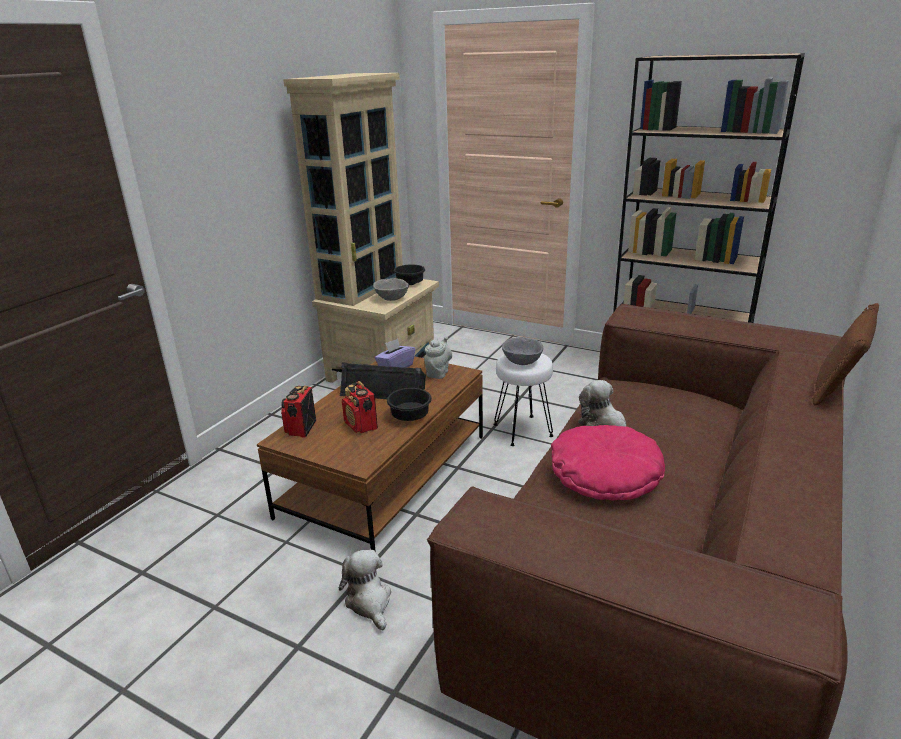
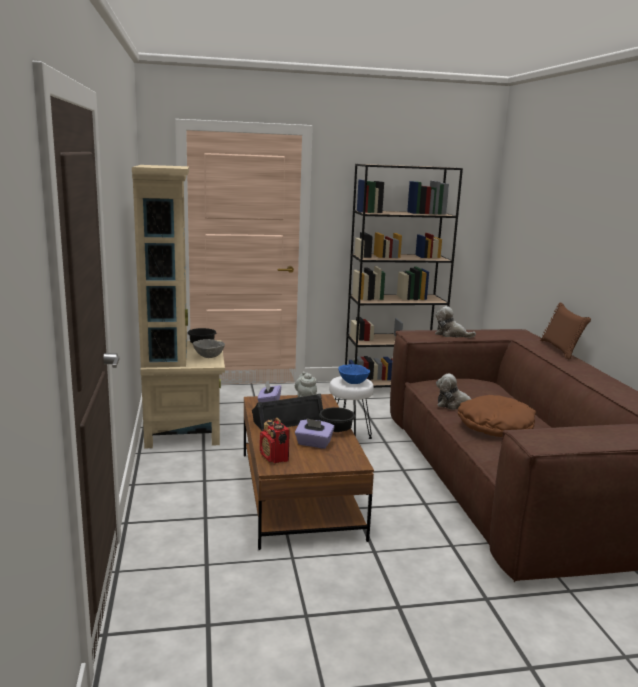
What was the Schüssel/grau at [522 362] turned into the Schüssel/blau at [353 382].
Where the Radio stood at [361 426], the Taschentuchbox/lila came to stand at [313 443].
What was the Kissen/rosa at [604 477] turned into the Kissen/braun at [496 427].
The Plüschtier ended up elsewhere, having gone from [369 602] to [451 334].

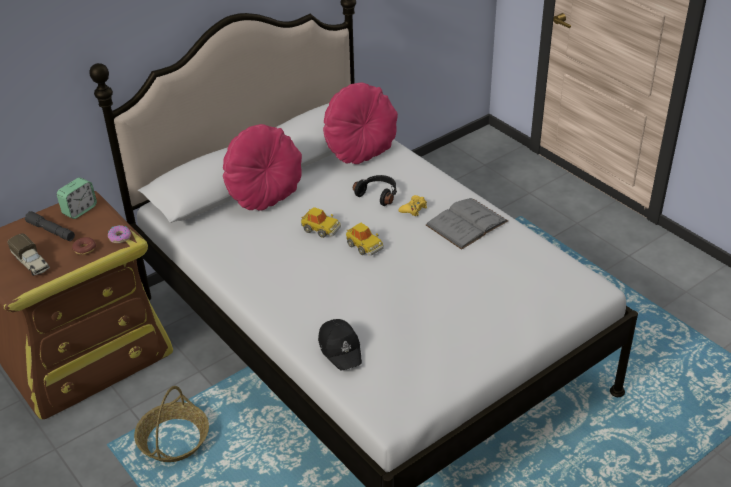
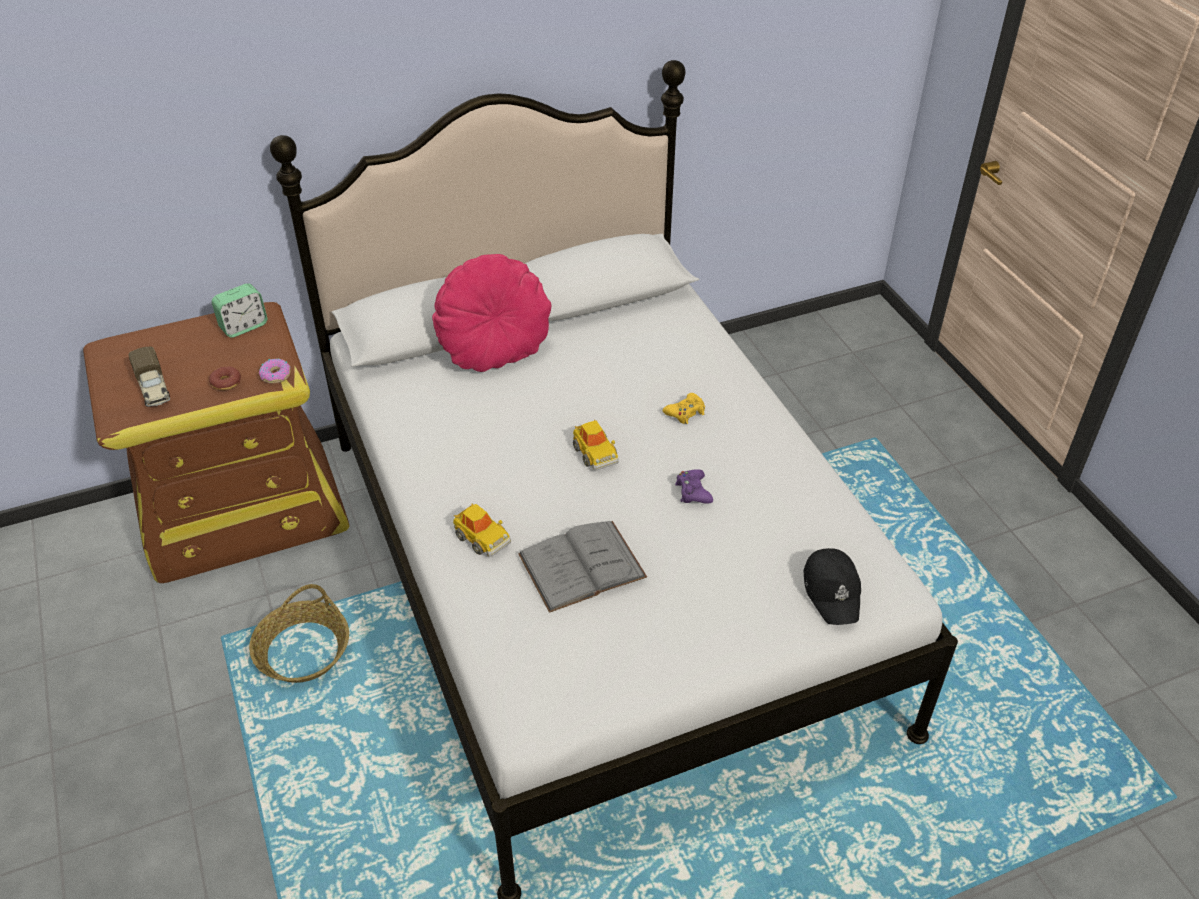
The second view lost the Kissen/rosa at [361 153].
The second view lost the Kopfhörer/schwarz at [378 194].
The Buch/grau ended up elsewhere, having gone from [466 223] to [582 565].
The Spielzeugauto ended up elsewhere, having gone from [320 229] to [482 538].
The second view lost the Taschenlampe/grau at [51 231].
The Kappe/schwarz ended up elsewhere, having gone from [341 348] to [832 591].
The second view gained the Gamepad/lila at [693 491].

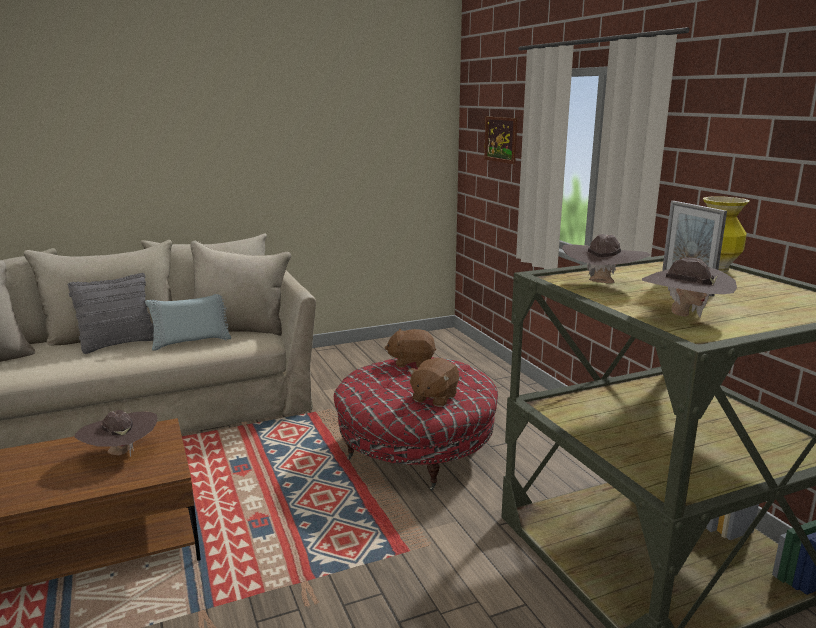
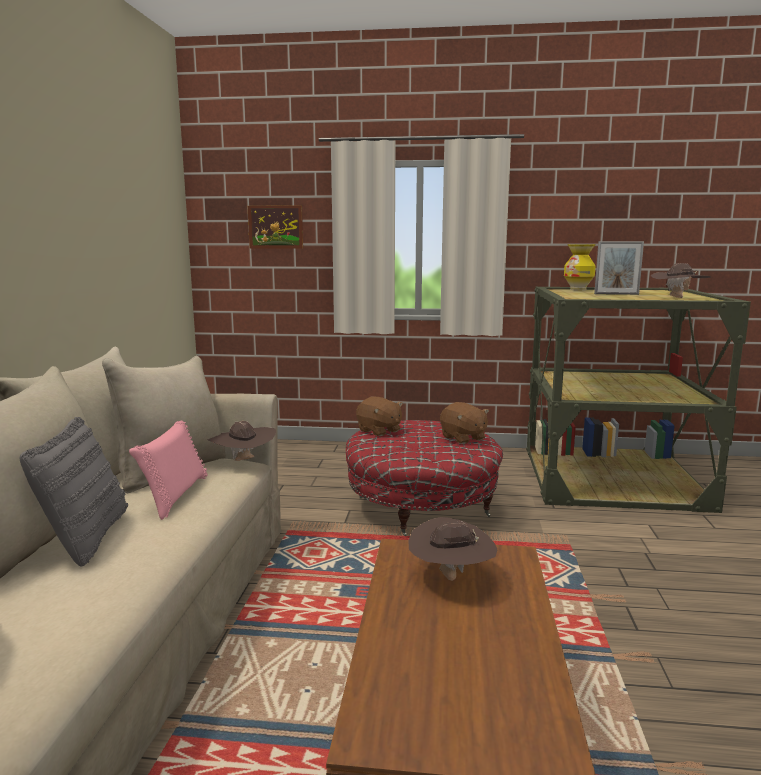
The Hut/braun ended up elsewhere, having gone from [601 285] to [243 461].
What was the Kissen/blau at [191 342] turned into the Kissen/rosa at [175 496].
The Plüschtier/braun at [411 362] ended up facing another way, 75 degrees counterclockwise from before.

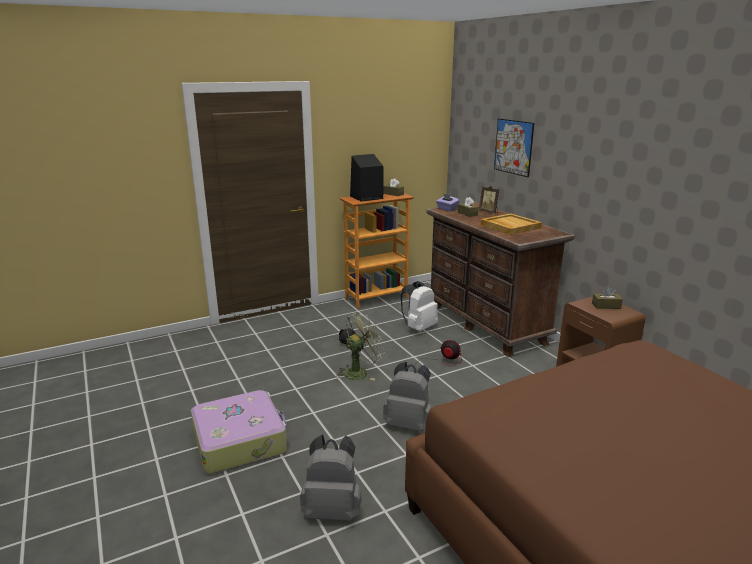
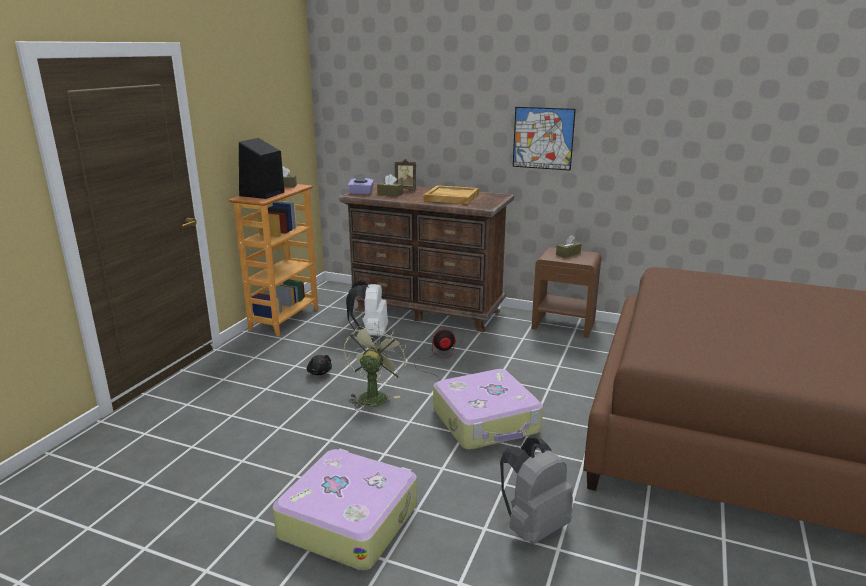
The Bild ended up elsewhere, having gone from [513 147] to [543 138].
Where the Rucksack/grau stood at [409 424], the Koffer came to stand at [487 421].

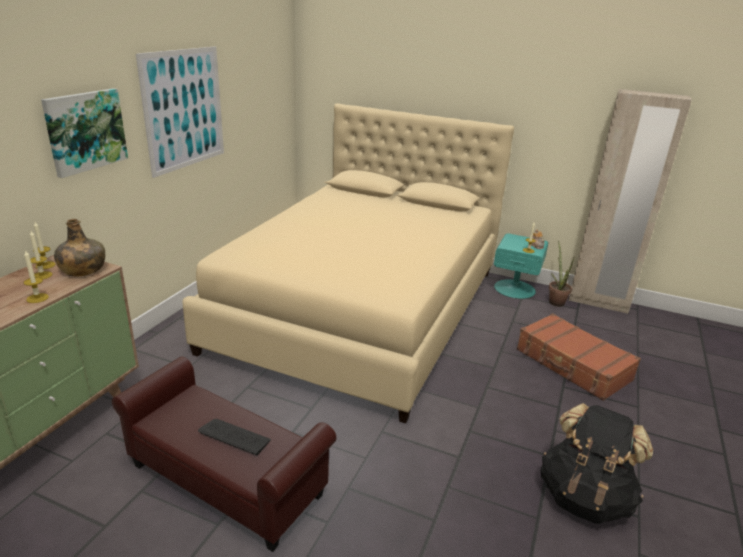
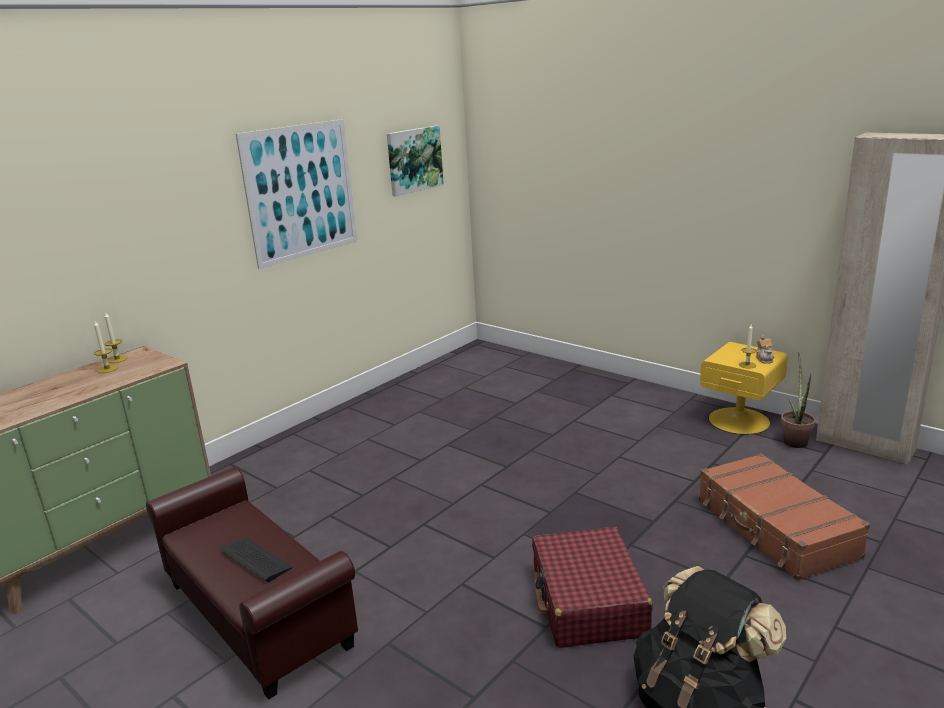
The Bild ended up elsewhere, having gone from [85 131] to [414 160].
The second view lost the Bett/beige at [362 308].
The second view lost the Flasche/grün at [82 270].
What was the Nachttisch/türkis at [514 288] turned into the Nachttisch/gelb at [739 420].
The second view lost the Kerze at [37 298].
The second view gained the Koffer/rot at [588 602].

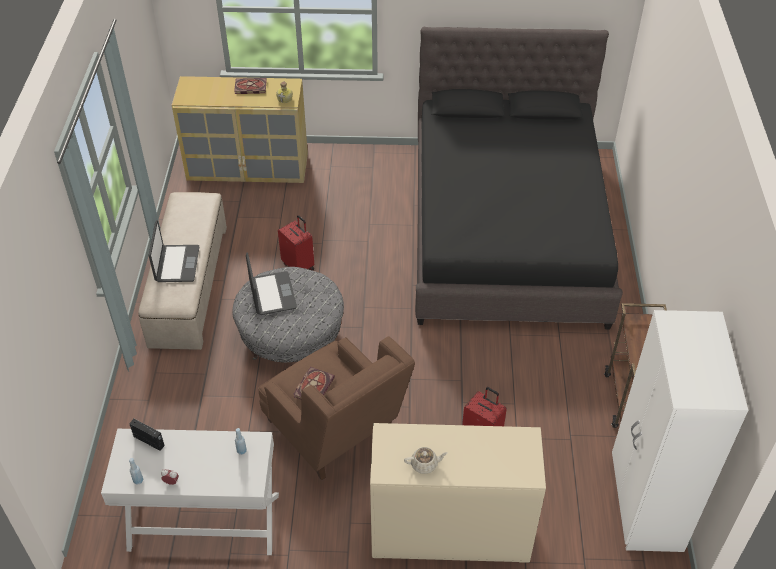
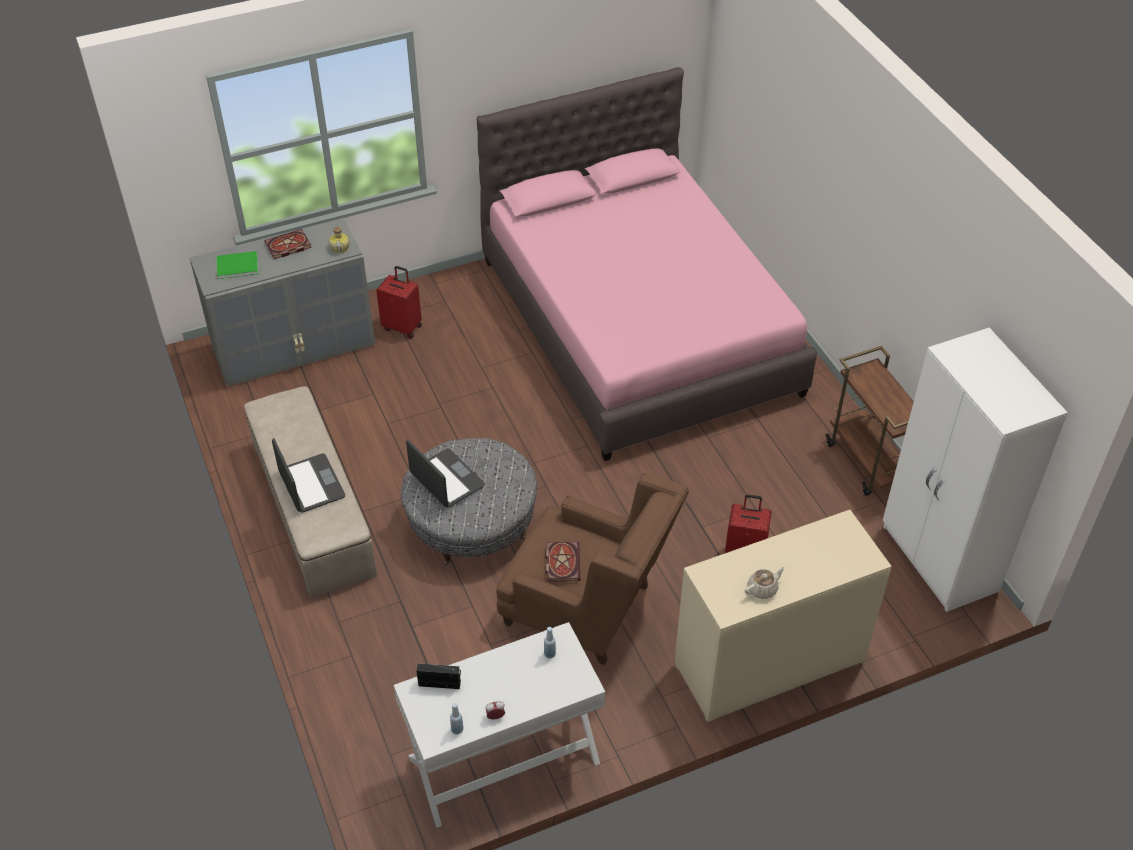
What was the Bett/schwarz at [507 230] turned into the Bett/rosa at [638 325].
What was the Schrank/gelb at [248 167] turned into the Schrank/grau at [295 347].
The Koffer/rot ended up elsewhere, having gone from [299 266] to [403 327].
The second view gained the Buch/grün at [236 265].

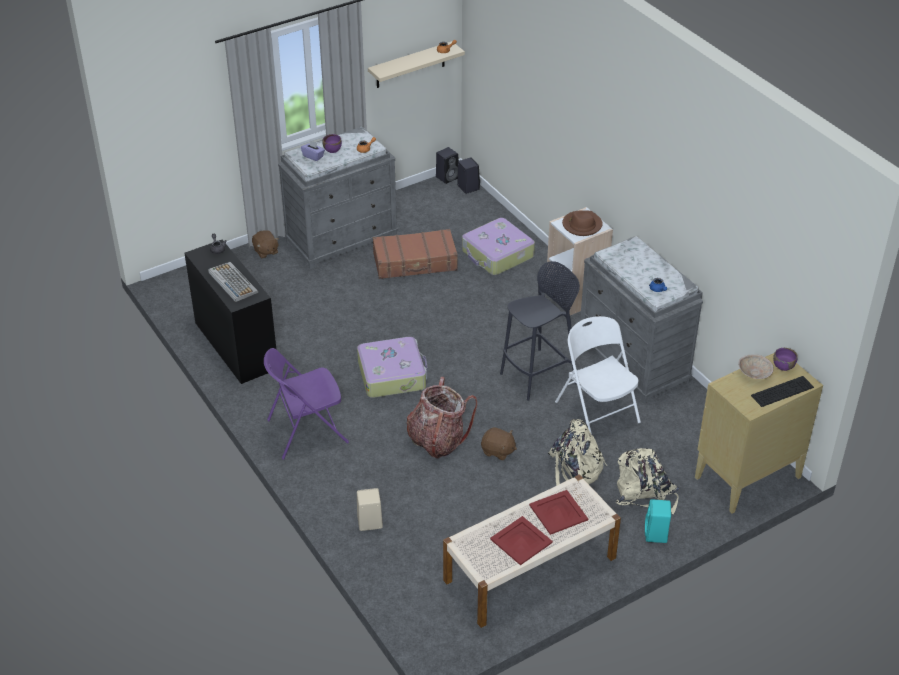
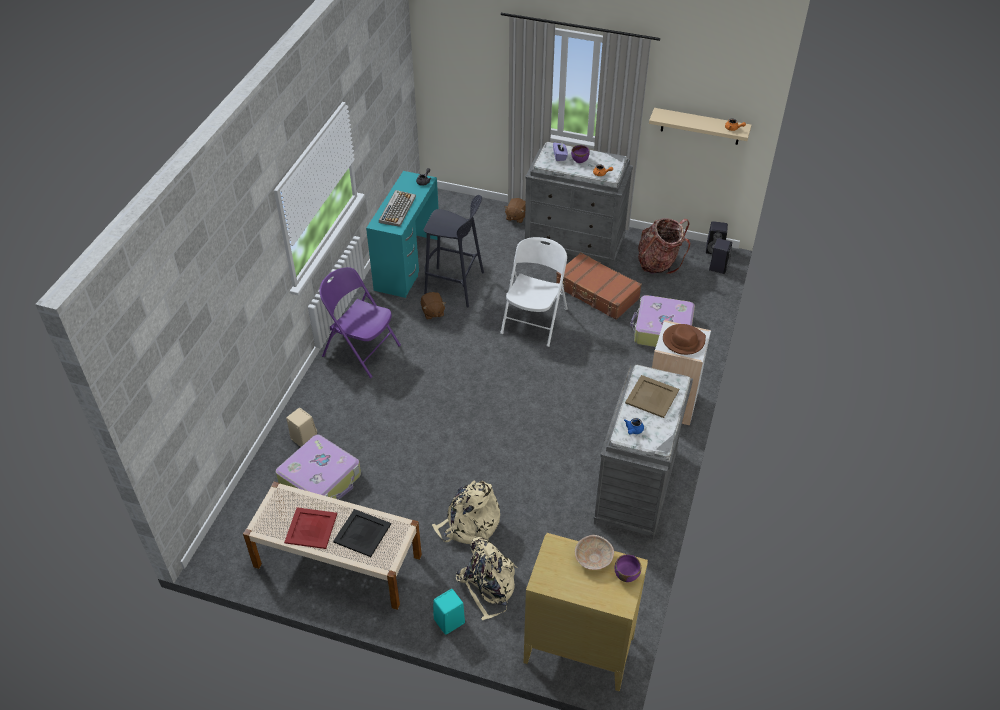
What was the Schreibtisch/schwarz at [235 345] turned into the Schreibtisch/türkis at [407 264].
The Hocker/grau ended up elsewhere, having gone from [538 375] to [455 285].
The Stuhl/weiß ended up elsewhere, having gone from [597 412] to [534 321].
The Koffer ended up elsewhere, having gone from [392 374] to [321 479].
The second view lost the Tastatur at [782 391].
The Rucksack ended up elsewhere, having gone from [437 440] to [659 263].
The Plüschtier/braun ended up elsewhere, having gone from [498 451] to [432 312].
What was the Tablett/rot at [558 513] turned into the Tablett/schwarz at [361 533].
The second view gained the Tablett/beige at [652 396].

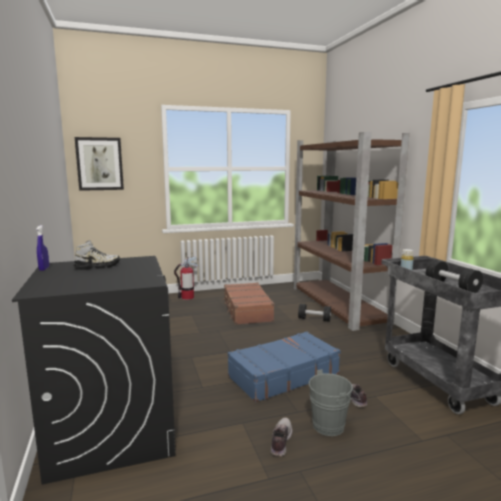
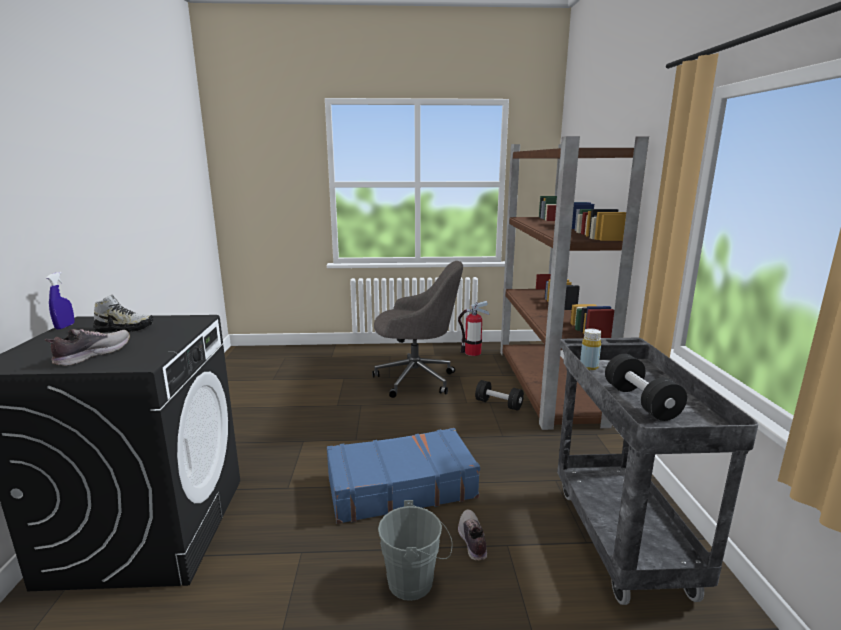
The second view lost the Bild at [100 164].
The Feuerlöscher ended up elsewhere, having gone from [187 297] to [472 352].
Where the Koffer/braun stood at [246 310], the Bürostuhl/grau came to stand at [416 380].
The Schuh ended up elsewhere, having gone from [280 441] to [92 355].

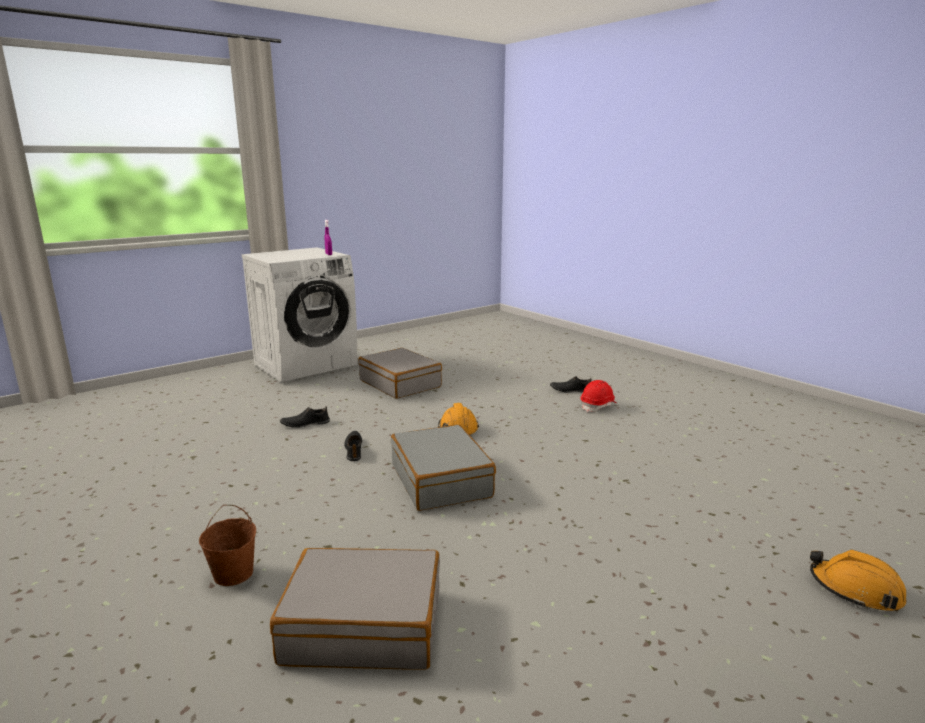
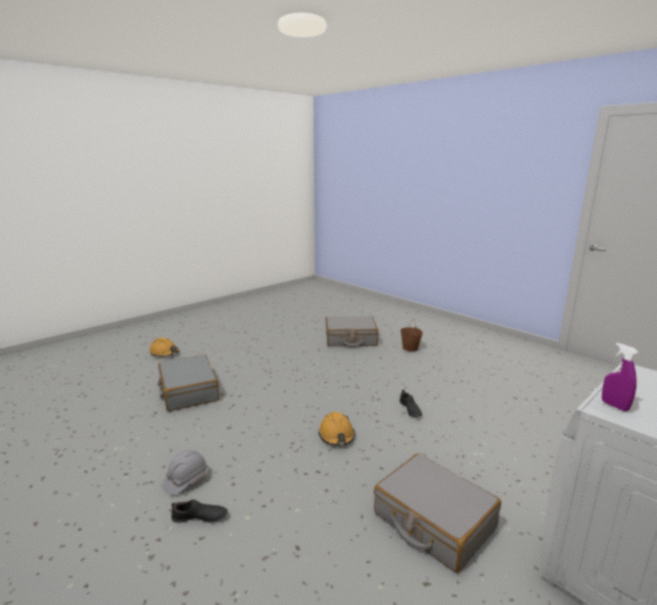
What was the Schutzhelm/rot at [598 406] turned into the Schutzhelm/grau at [186 480].
The second view lost the Schuh/schwarz at [305 424].
The Koffer/grau ended up elsewhere, having gone from [441 480] to [188 391].

